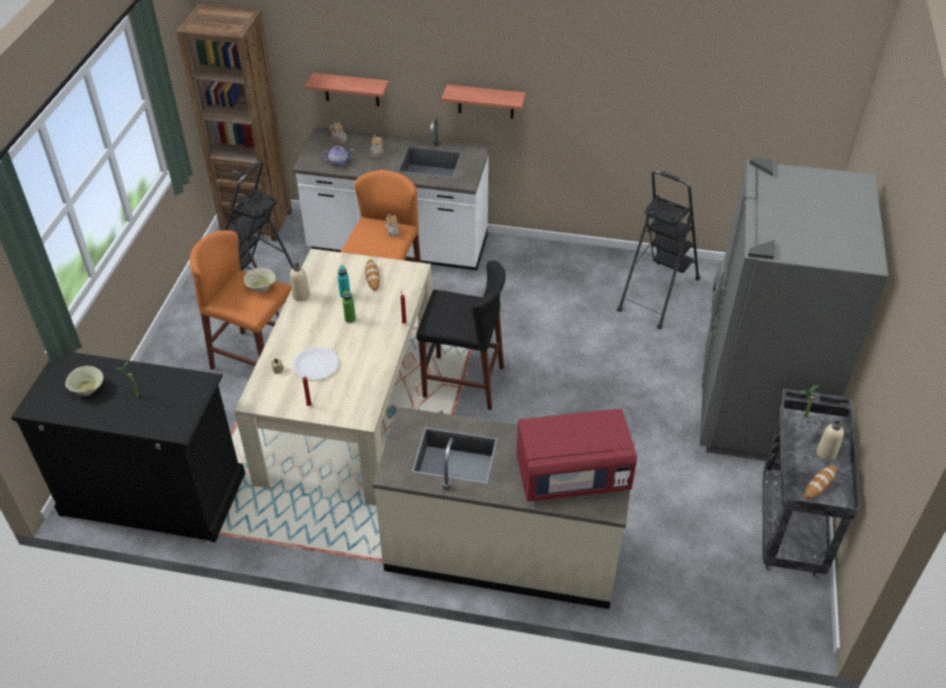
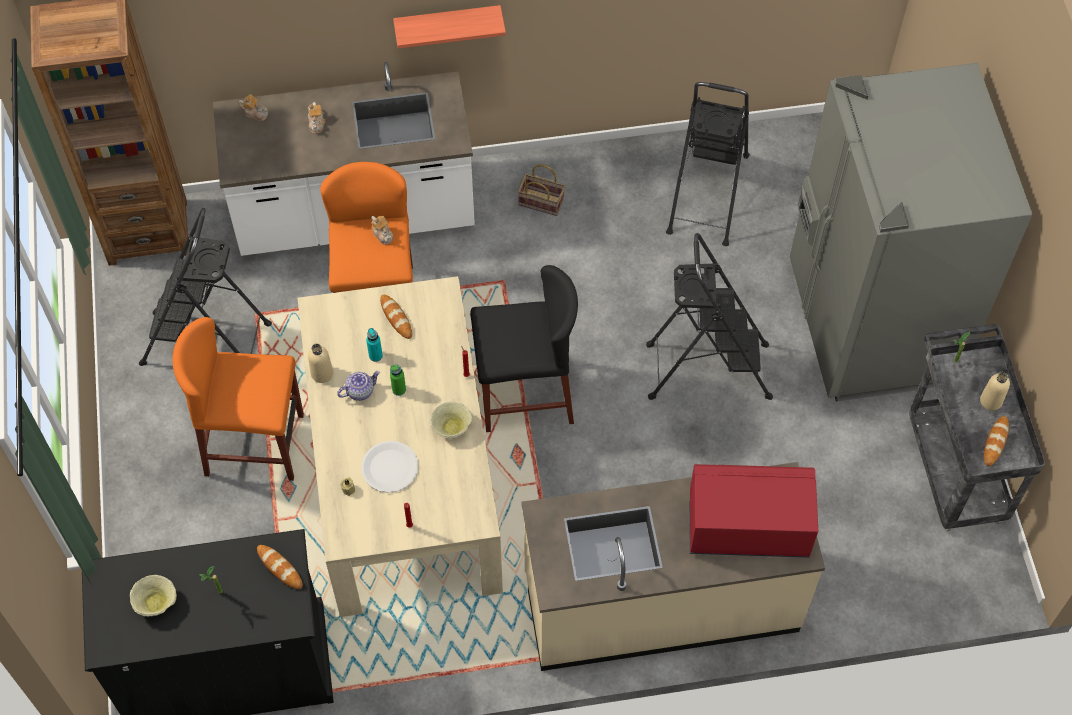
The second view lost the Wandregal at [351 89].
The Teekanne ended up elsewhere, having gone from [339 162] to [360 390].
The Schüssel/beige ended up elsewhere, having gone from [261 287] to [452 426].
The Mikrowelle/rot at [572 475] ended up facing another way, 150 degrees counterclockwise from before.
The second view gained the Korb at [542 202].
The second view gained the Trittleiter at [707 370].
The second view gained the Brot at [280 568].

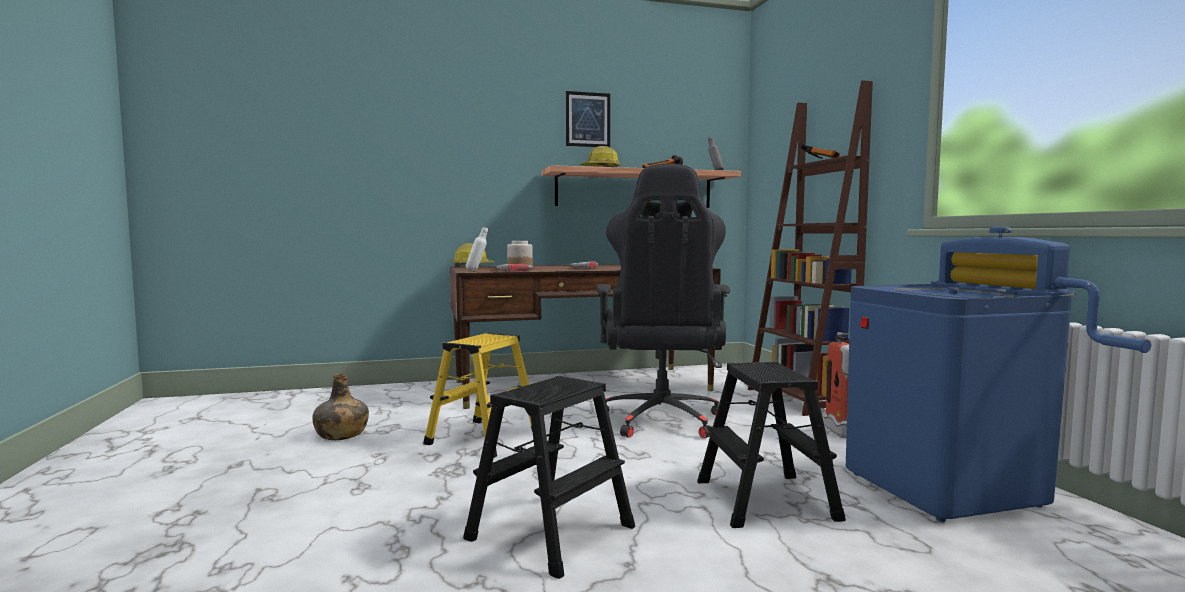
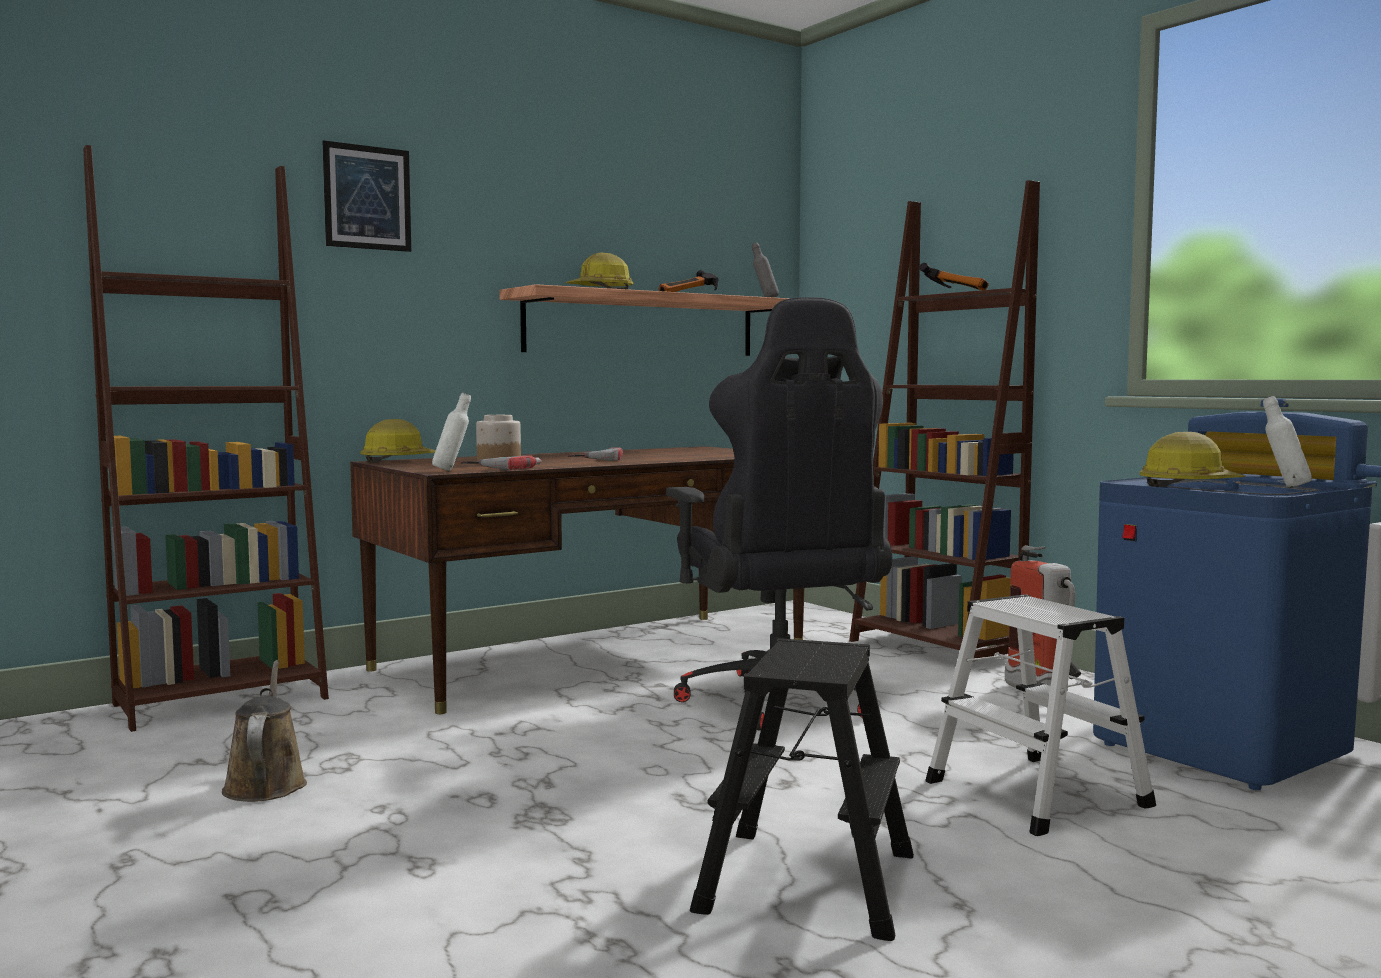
The Bild ended up elsewhere, having gone from [588 119] to [367 197].
The second view lost the Trittleiter/gelb at [483 438].
What was the Trittleiter/schwarz at [765 499] turned into the Trittleiter/weiß at [1036 792].
Where the Flasche/grün stood at [341 435], the Gießkanne/braun came to stand at [266 784].
The second view gained the Bücherregal/braun at [221 701].
The second view gained the Flasche/weiß at [1284 487].
The second view gained the Schutzhelm at [1188 485].

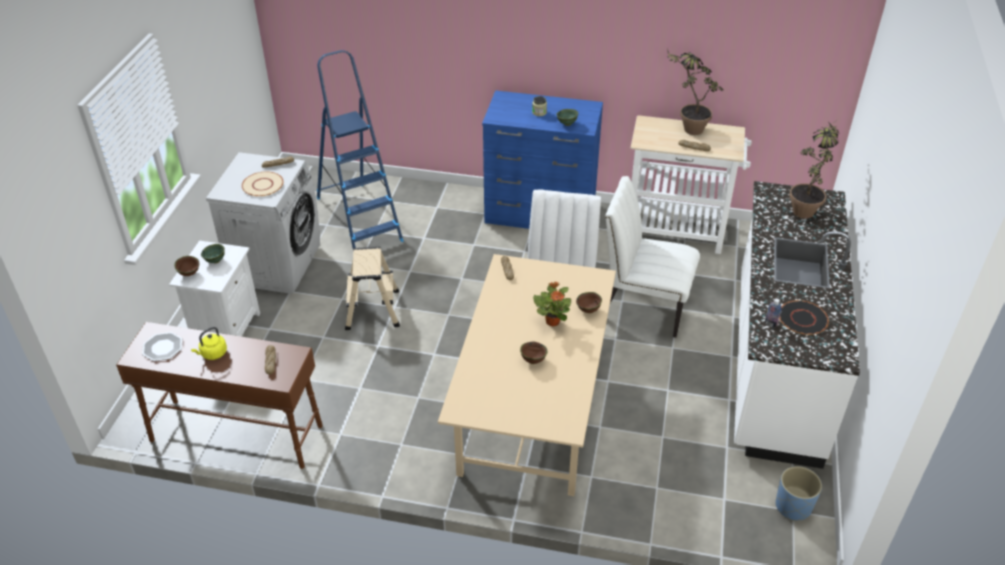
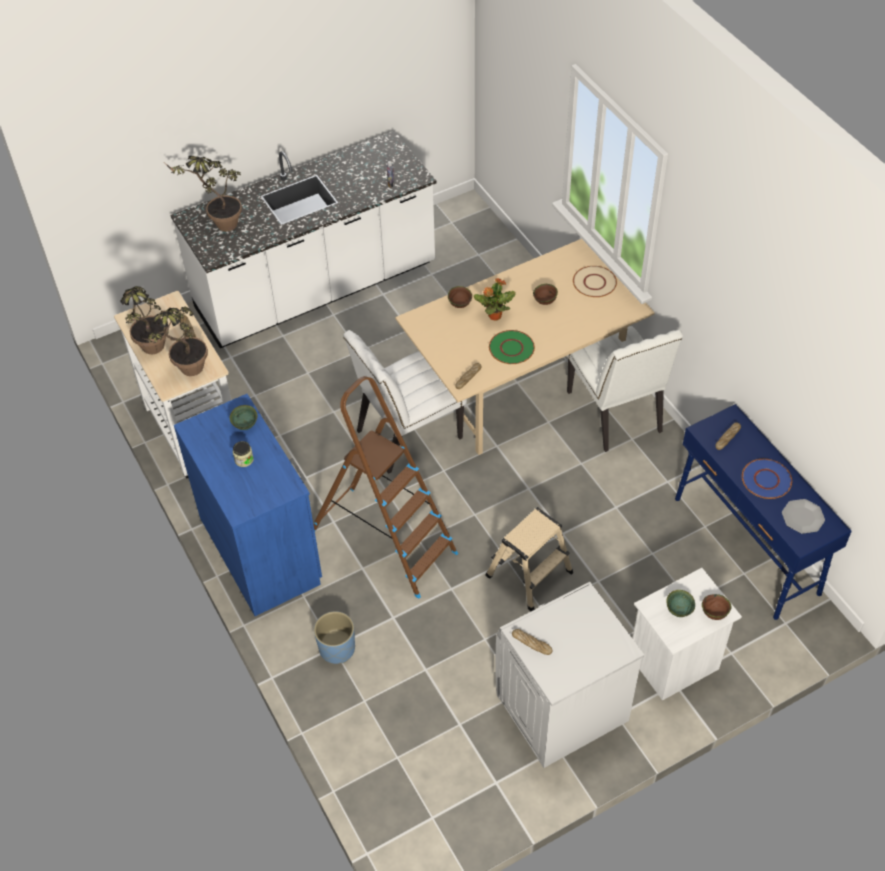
The second view lost the Trittleiter/blau at [359 219].
The Teller/beige ended up elsewhere, having gone from [263 185] to [594 282].
The Stuhl/weiß ended up elsewhere, having gone from [644 308] to [613 411].
The second view lost the Teller/schwarz at [803 319].
What was the Konsolentisch/braun at [237 433] turned into the Konsolentisch/blau at [745 546].
Where the Wasserkessel/gelb stood at [212 354], the Teller/blau came to stand at [766 479].
The Pflanzkübel/blau ended up elsewhere, having gone from [793 506] to [336 649].
The second view gained the Topfpflanze at [187 373].
The second view gained the Teller/grün at [512 348].
The second view gained the Trittleiter/braun at [384 541].

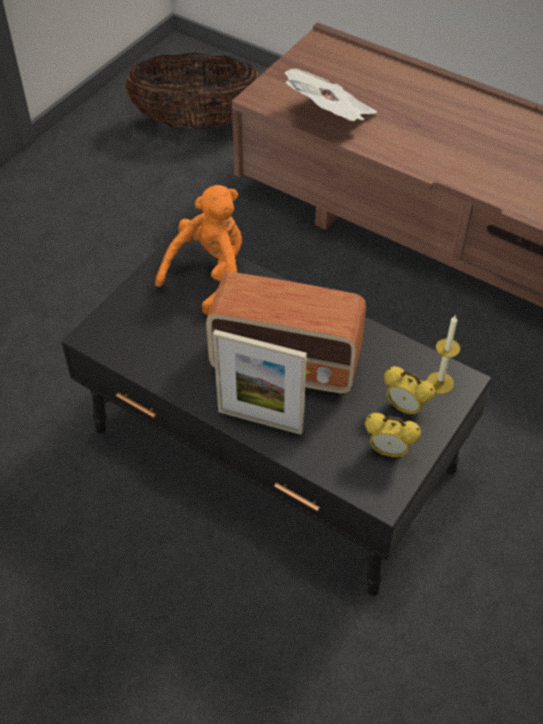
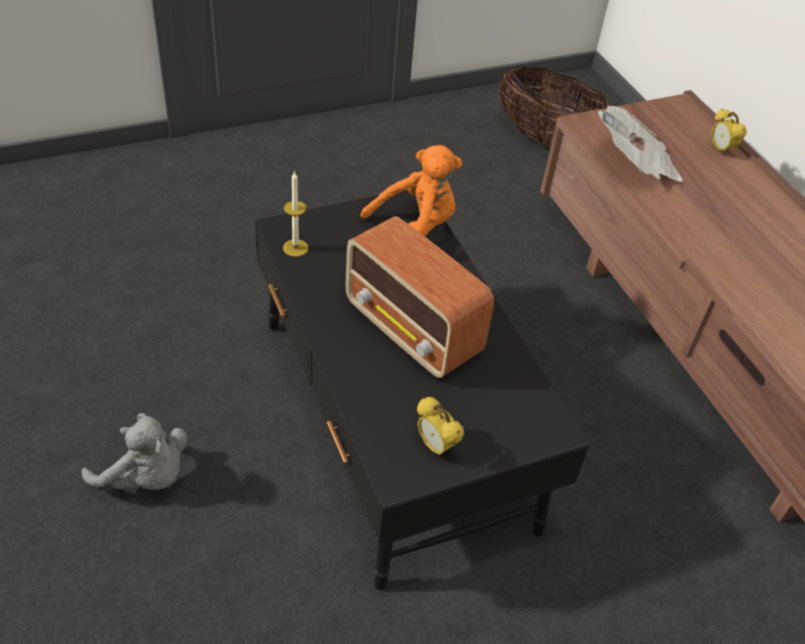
The Kerze ended up elsewhere, having gone from [440 383] to [295 248].
The second view lost the Bilderrahmen at [260 421].
The Wecker ended up elsewhere, having gone from [404 408] to [720 149].
The second view gained the Plüschtier/grau at [146 477].

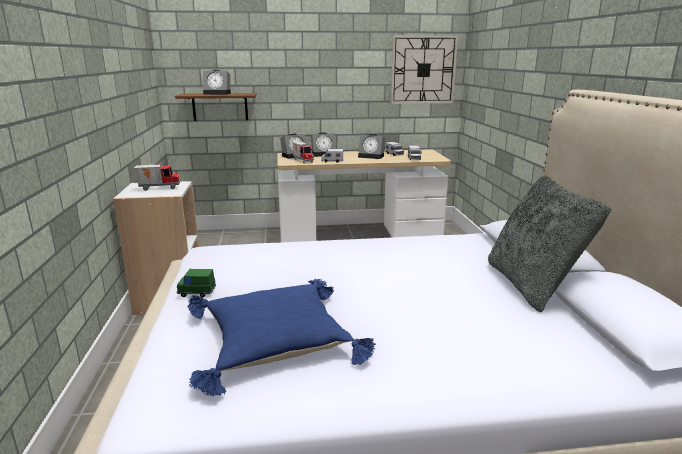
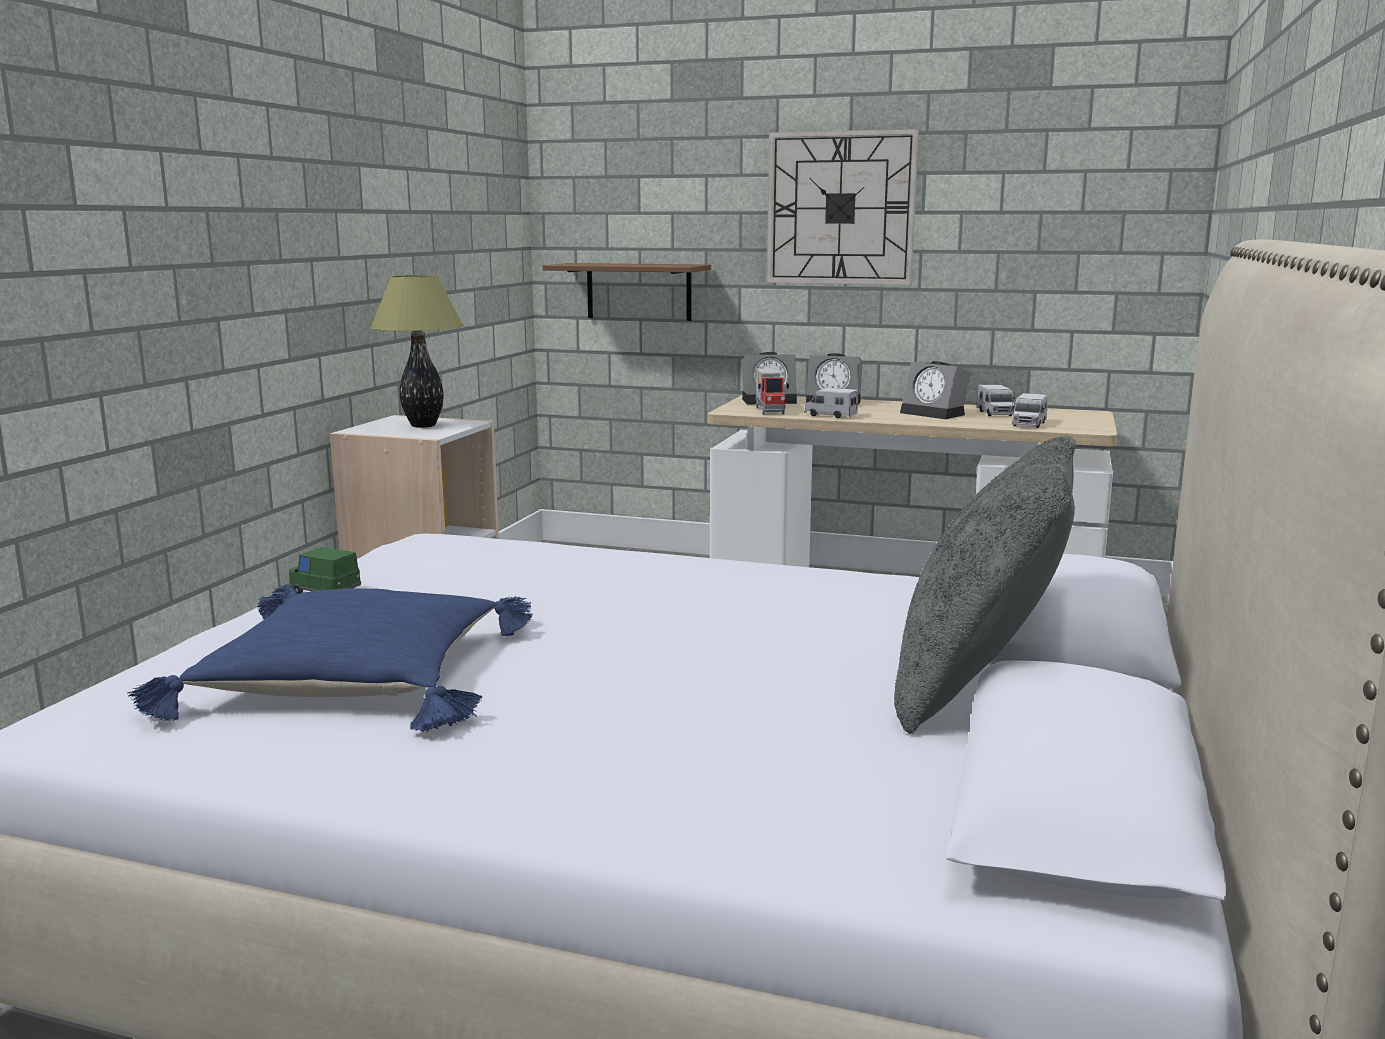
The Wanduhr ended up elsewhere, having gone from [423 70] to [840 208].
The second view lost the Wecker at [218 93].
Where the Spielzeuglaster stood at [159 188], the Tischlampe came to stand at [423 425].

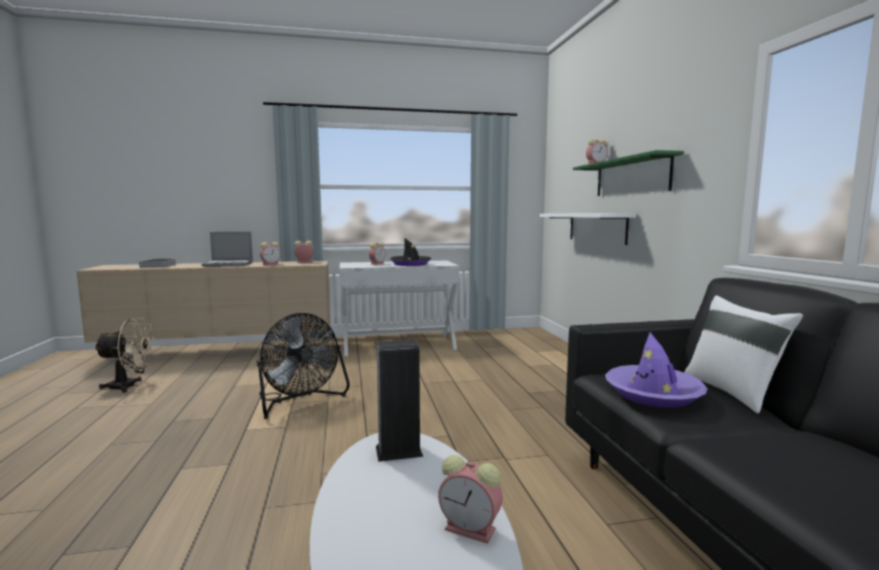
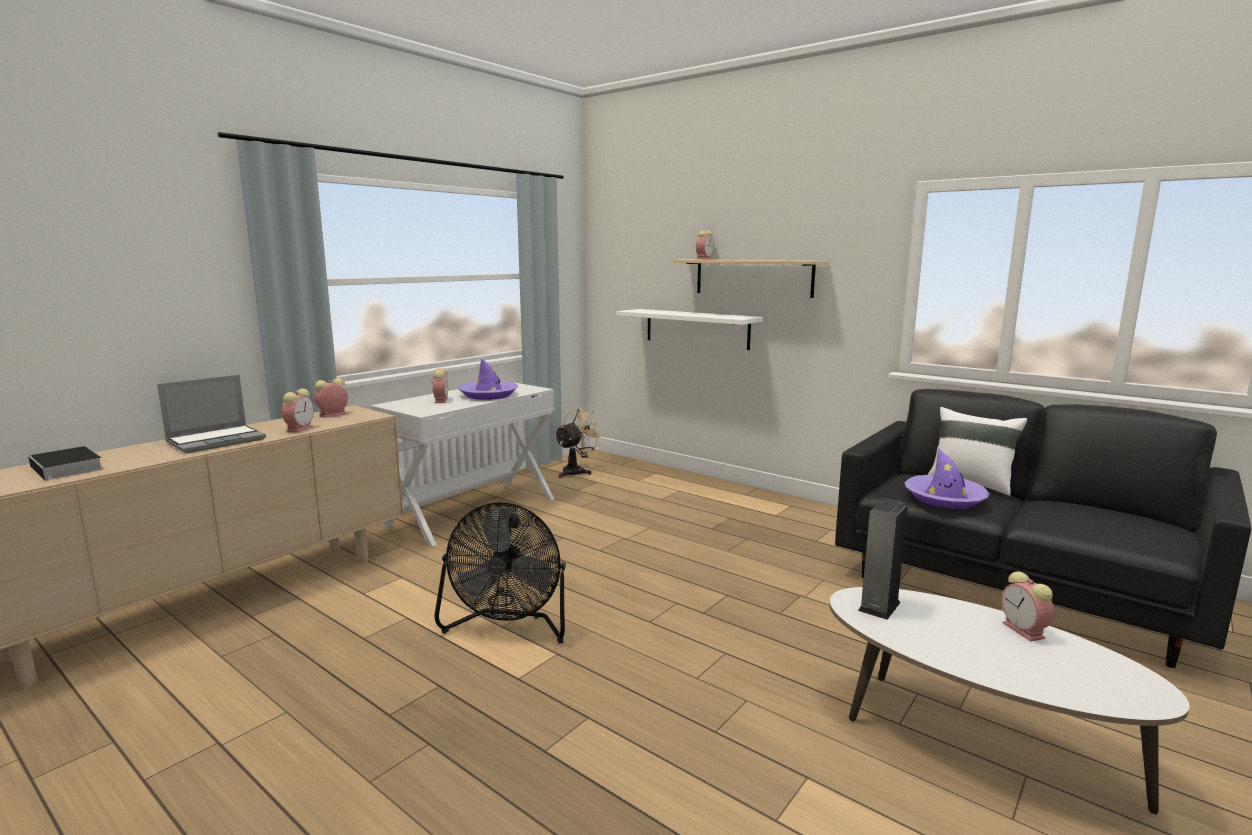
What was the Wandregal/grün at [631 177] turned into the Wandregal/beige at [753 277].
What was the Hut/schwarz at [410 264] turned into the Hut/lila at [488 395].
The Ventilator/schwarz at [296 402] ended up facing another way, 90 degrees clockwise from before.
The Ventilator/beige ended up elsewhere, having gone from [129 386] to [577 471].
The Wecker at [472 529] ended up facing another way, 90 degrees clockwise from before.

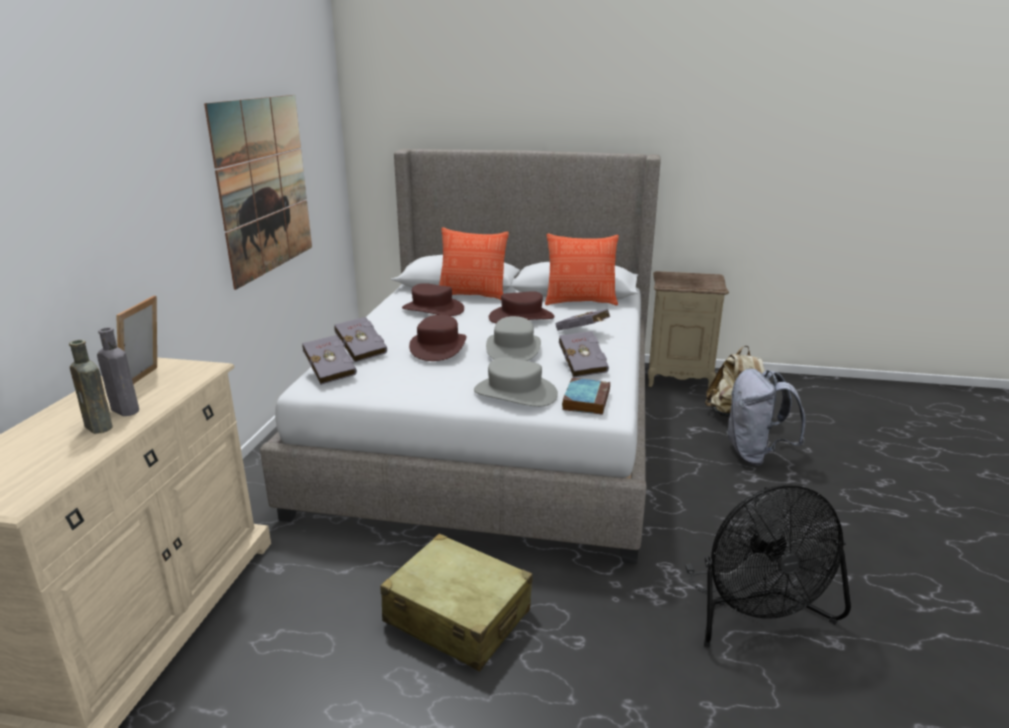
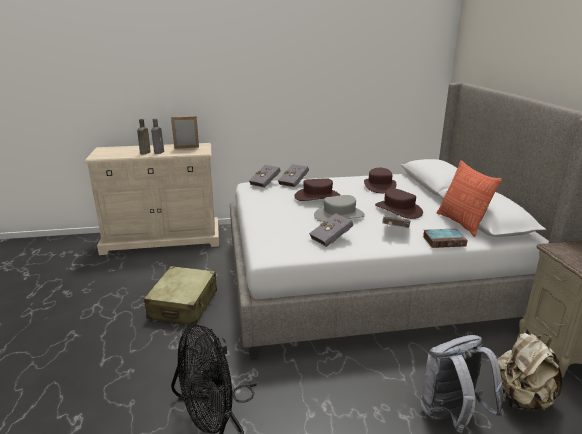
The second view lost the Bild at [264 186].
The second view lost the Kissen/orange at [473 296].
The second view lost the Hut/grau at [515 393].
The Buch ended up elsewhere, having gone from [586 400] to [444 241].

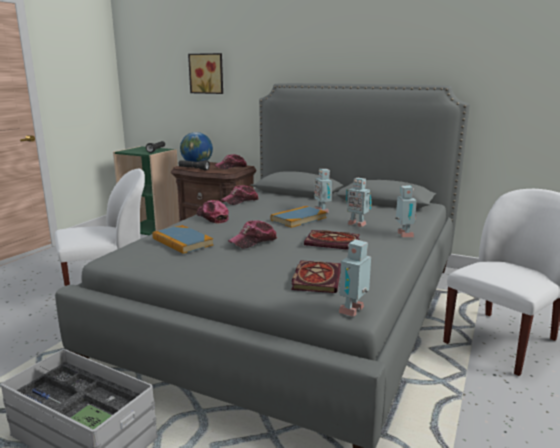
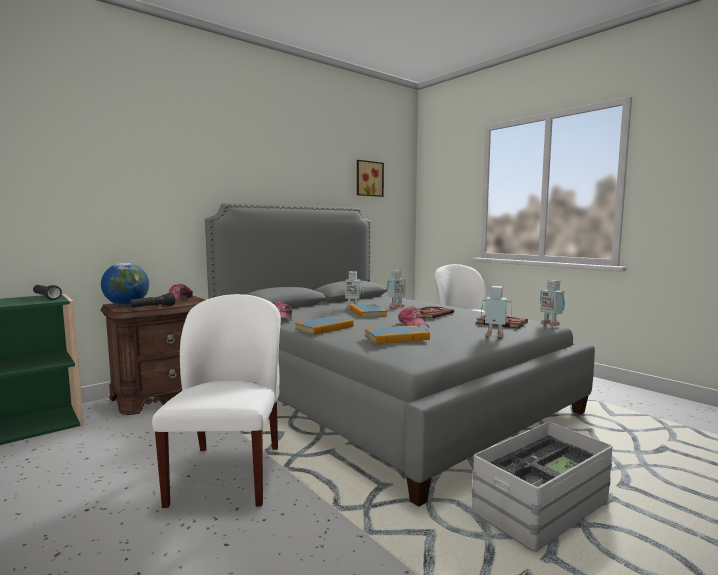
The Bild ended up elsewhere, having gone from [207 73] to [368 179].
The Spielzeugroboter ended up elsewhere, having gone from [403 235] to [495 336].
Where the Kappe stood at [212 217], the Buch came to stand at [324 328].

